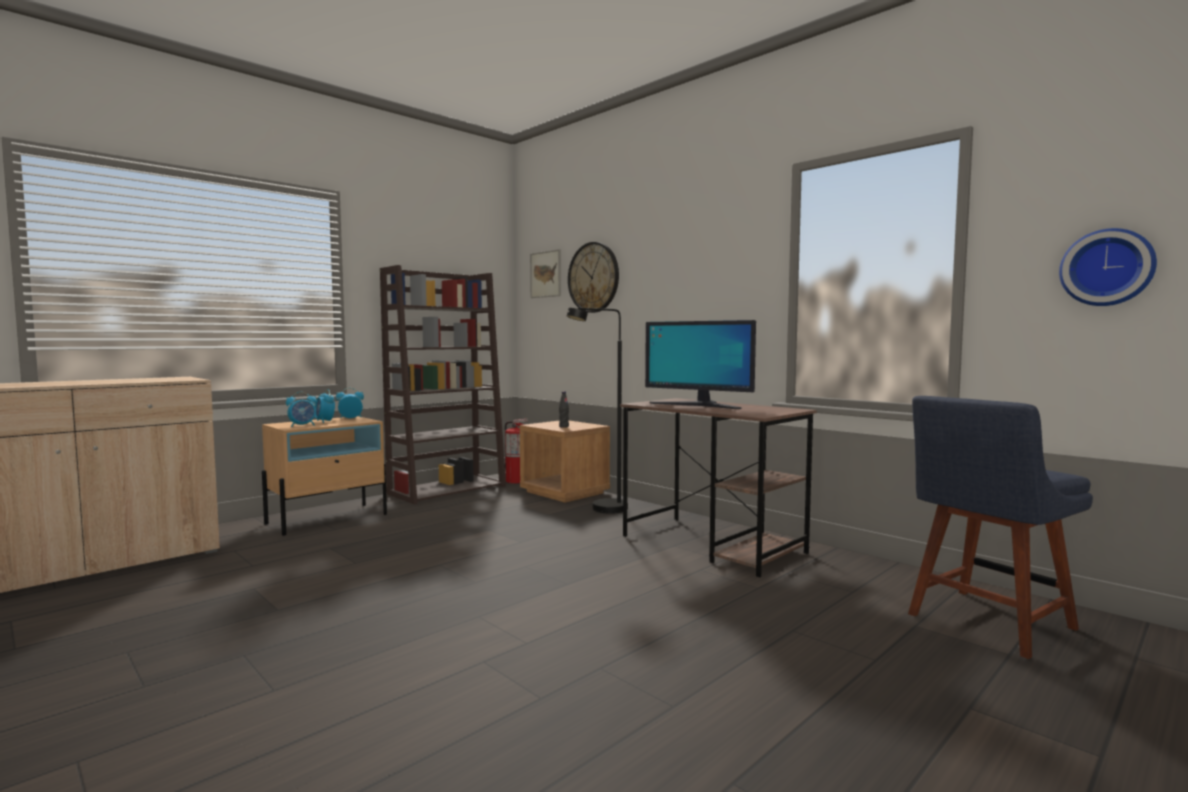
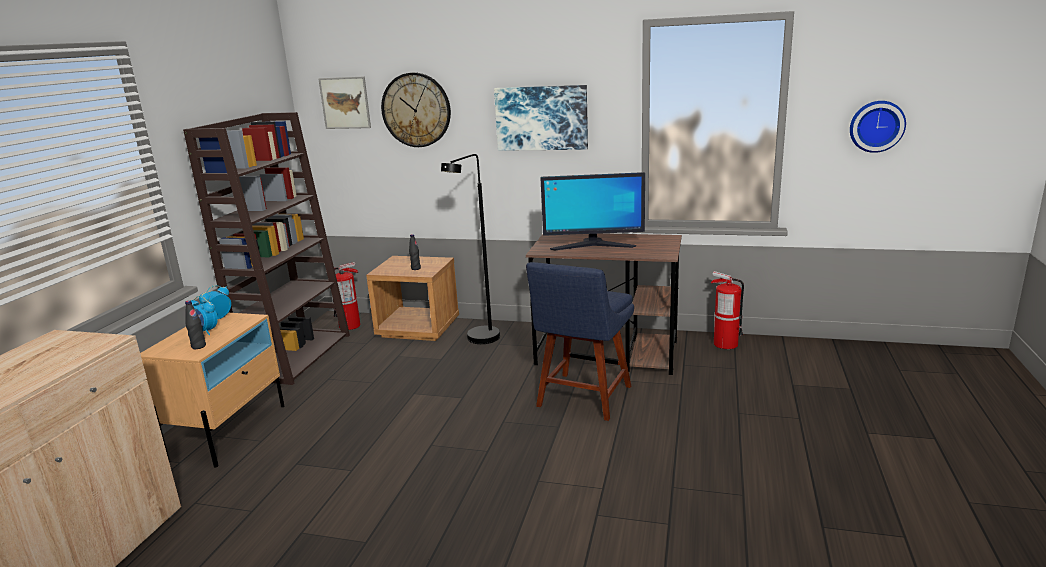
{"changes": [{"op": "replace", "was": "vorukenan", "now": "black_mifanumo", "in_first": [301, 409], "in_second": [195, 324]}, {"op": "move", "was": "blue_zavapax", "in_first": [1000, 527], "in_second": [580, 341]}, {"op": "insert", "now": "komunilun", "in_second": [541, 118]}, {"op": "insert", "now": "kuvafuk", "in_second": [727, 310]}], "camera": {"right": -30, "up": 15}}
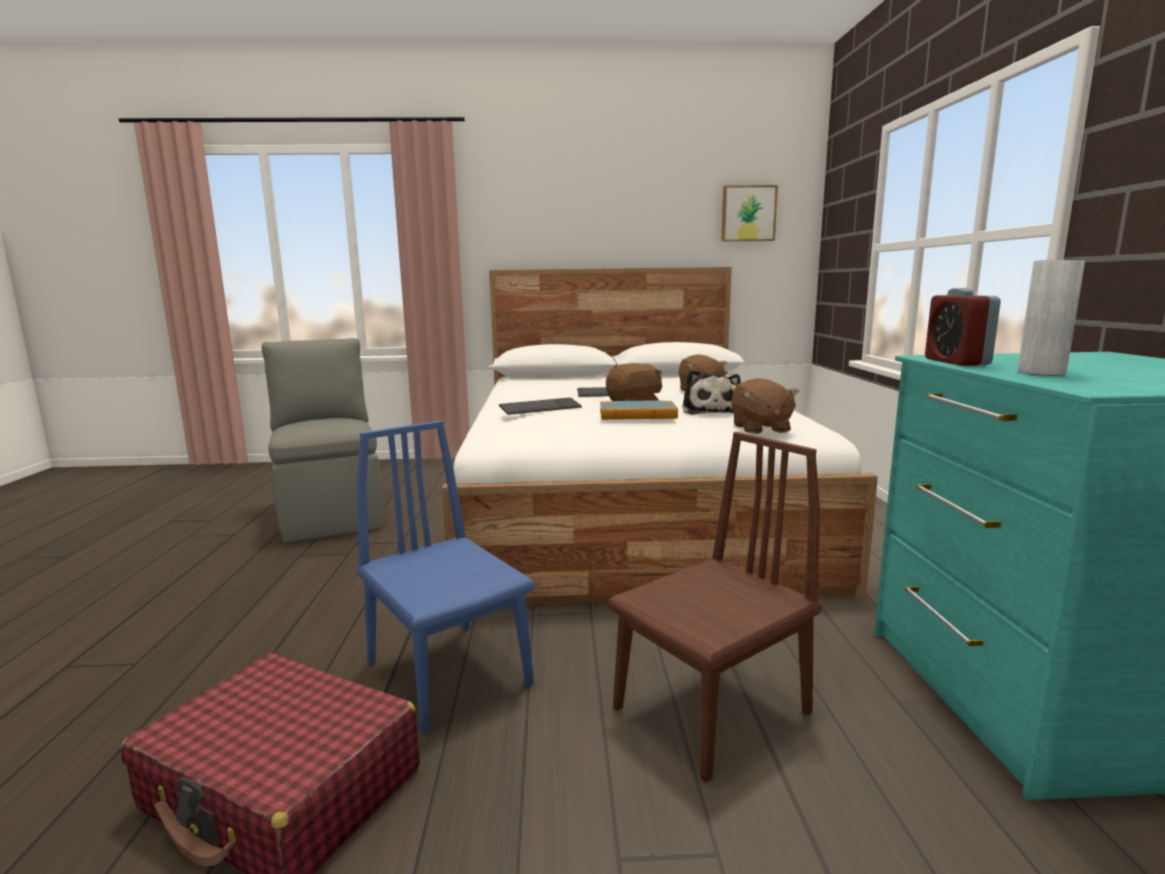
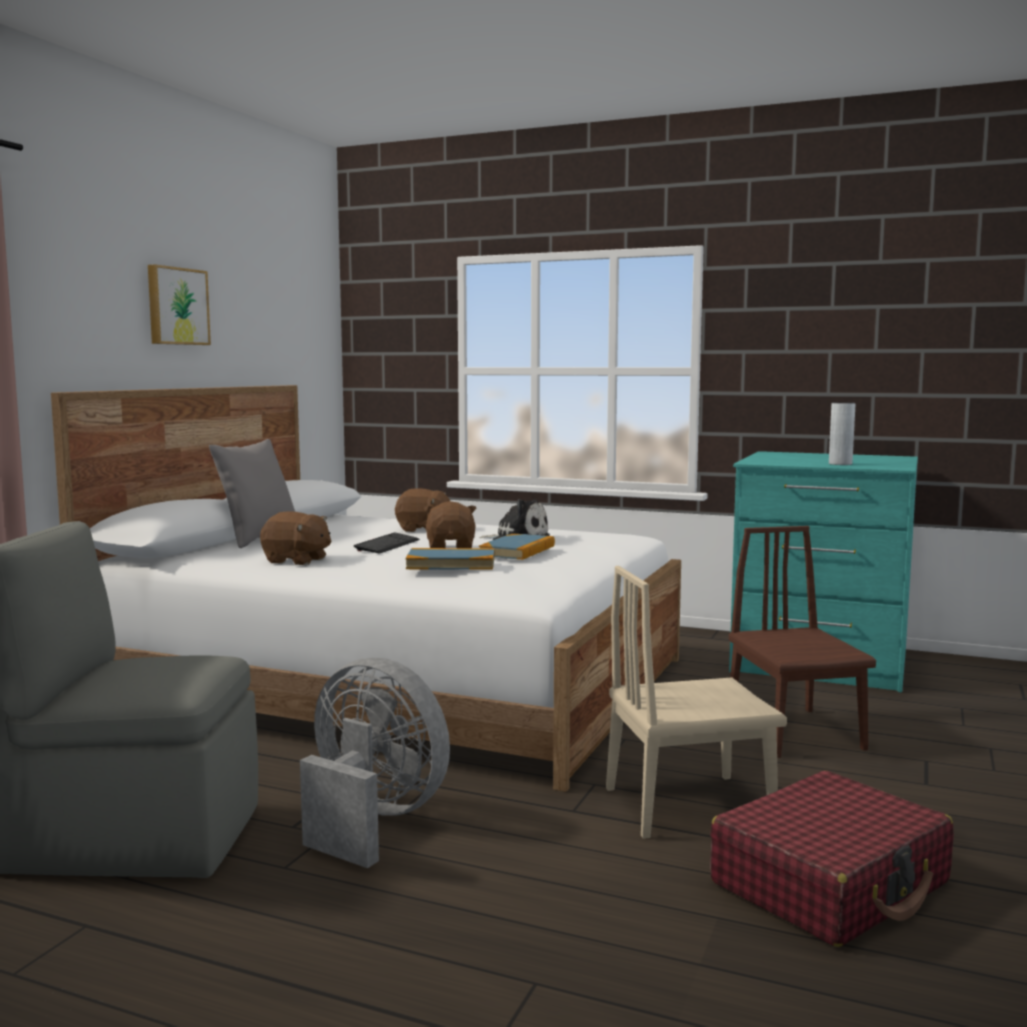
{"changes": [{"op": "move", "was": "komunilun", "in_first": [749, 213], "in_second": [179, 304]}, {"op": "delete", "was": "vorukenan", "in_first": [963, 327]}, {"op": "move", "was": "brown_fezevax", "in_first": [765, 406], "in_second": [295, 538]}, {"op": "replace", "was": "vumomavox", "now": "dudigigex", "in_first": [540, 406], "in_second": [450, 559]}, {"op": "recolor", "was": "blue_zavapax", "now": "beige_zavapax", "in_first": [445, 577], "in_second": [696, 702]}, {"op": "insert", "now": "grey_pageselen", "in_second": [252, 493]}, {"op": "insert", "now": "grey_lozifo", "in_second": [375, 763]}], "camera": {"right": -65, "up": -5}}
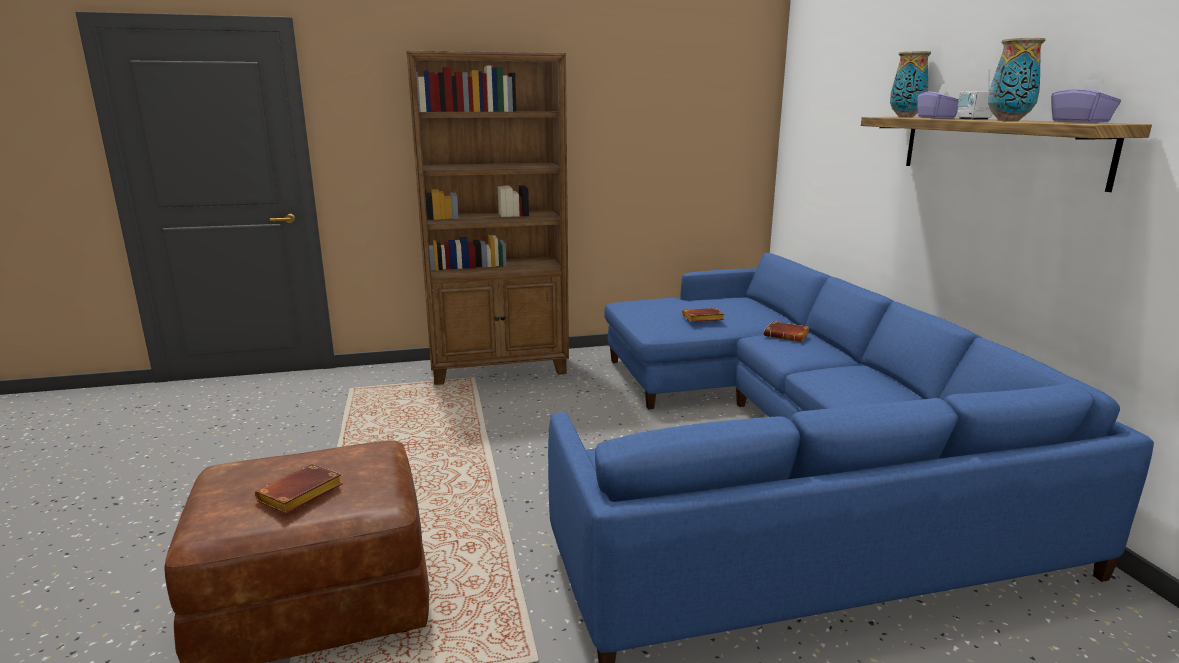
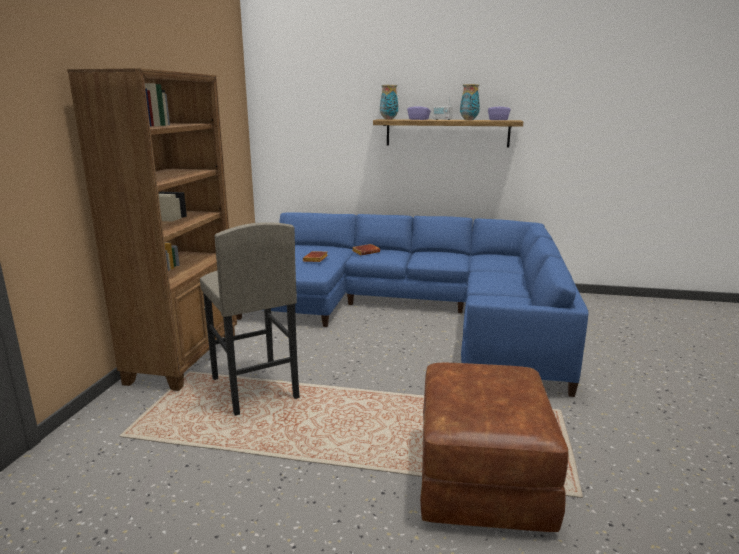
{"changes": [{"op": "delete", "was": "brown_dudigigex", "in_first": [299, 489]}, {"op": "insert", "now": "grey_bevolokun", "in_second": [250, 319]}], "camera": {"right": -65, "up": 0}}
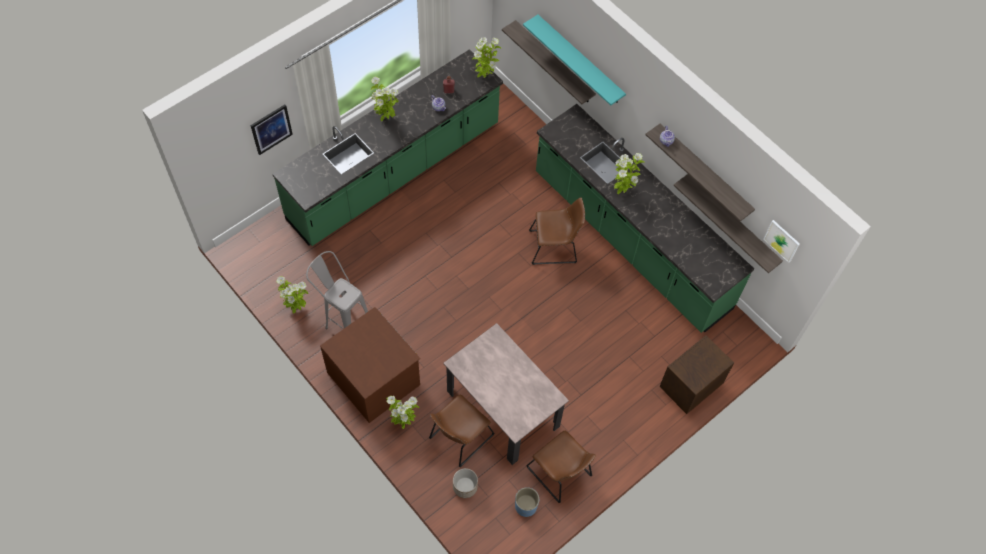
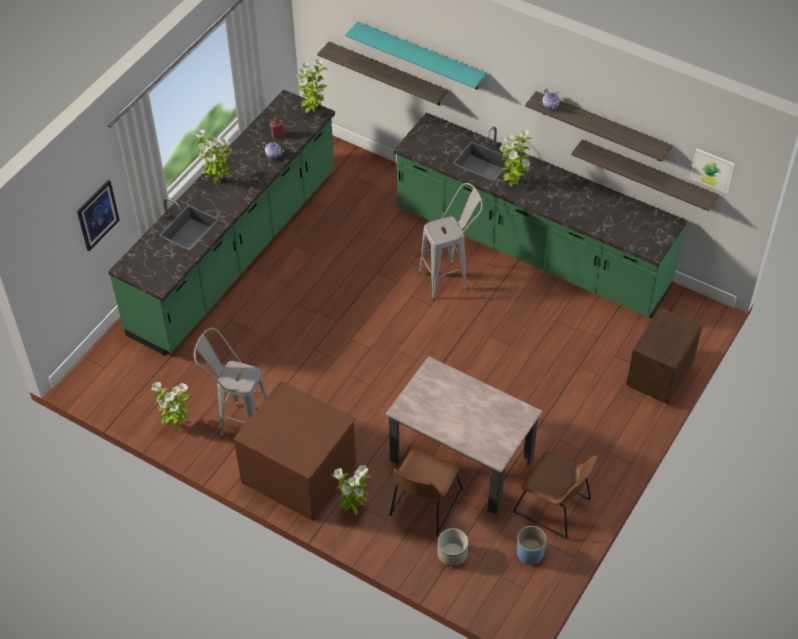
{"changes": [{"op": "replace", "was": "brown_zavapax", "now": "grey_bevolokun", "in_first": [557, 231], "in_second": [450, 241]}], "camera": {"right": -15, "up": -10}}
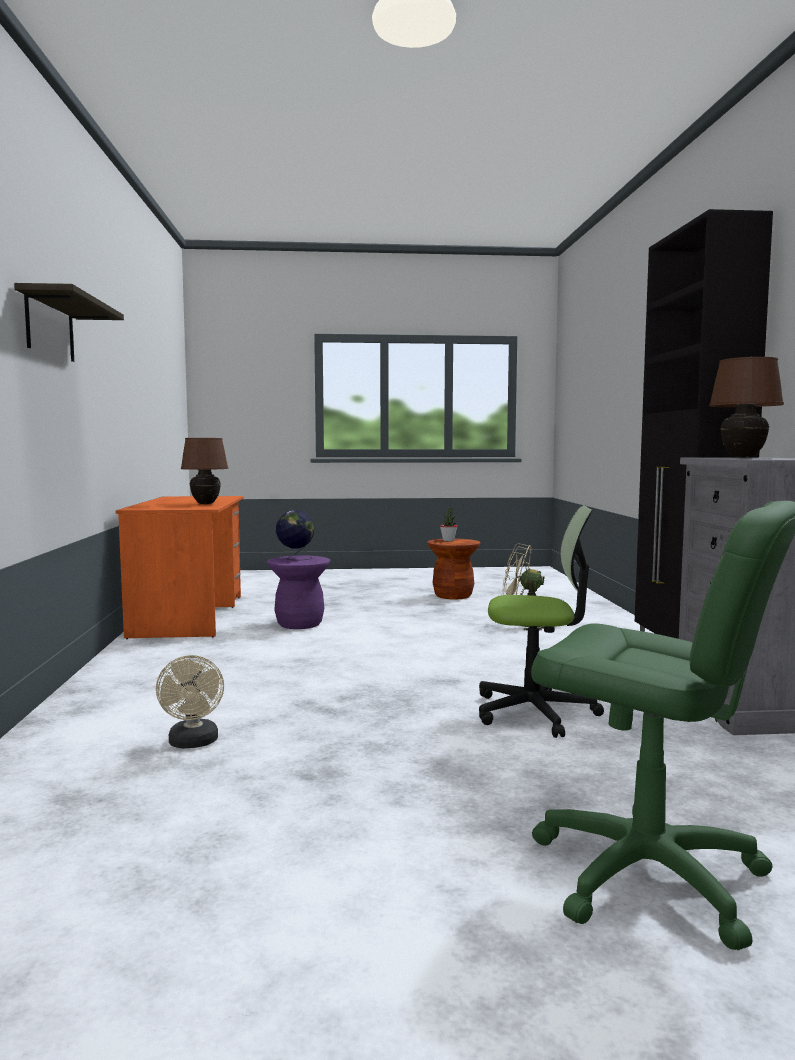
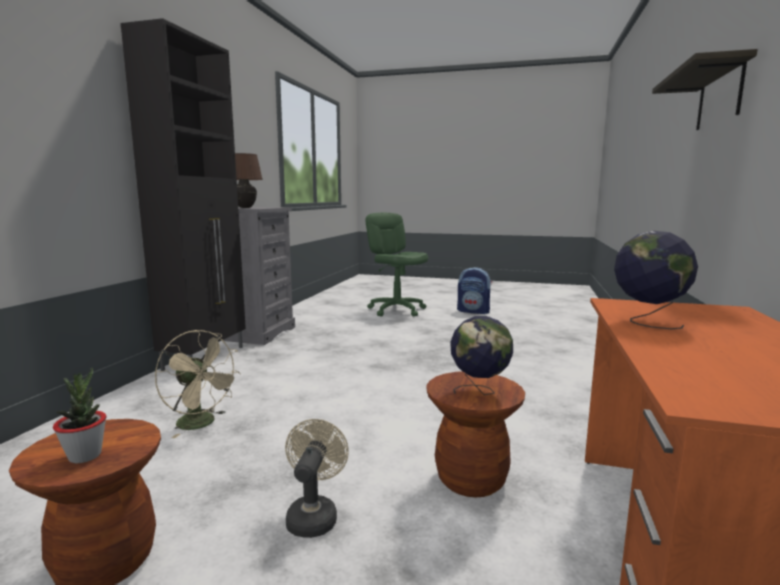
{"changes": [{"op": "replace", "was": "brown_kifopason", "now": "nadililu", "in_first": [204, 471], "in_second": [656, 280]}, {"op": "delete", "was": "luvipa", "in_first": [541, 621]}, {"op": "recolor", "was": "purple_bevolokun", "now": "brown_bevolokun", "in_first": [298, 592], "in_second": [475, 434]}, {"op": "move", "was": "beige_lozifo", "in_first": [190, 701], "in_second": [317, 478]}, {"op": "insert", "now": "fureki", "in_second": [474, 290]}], "camera": {"right": -160, "up": 5}}
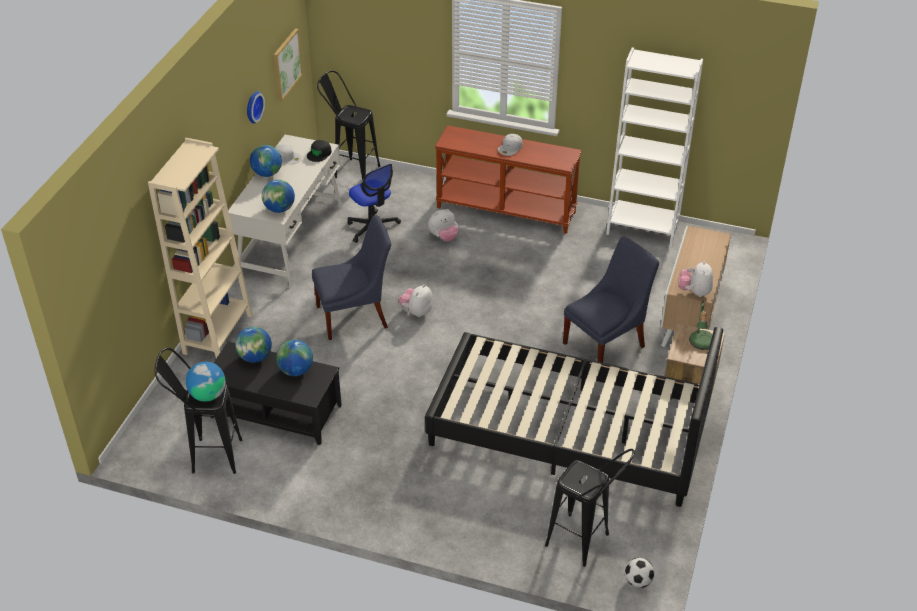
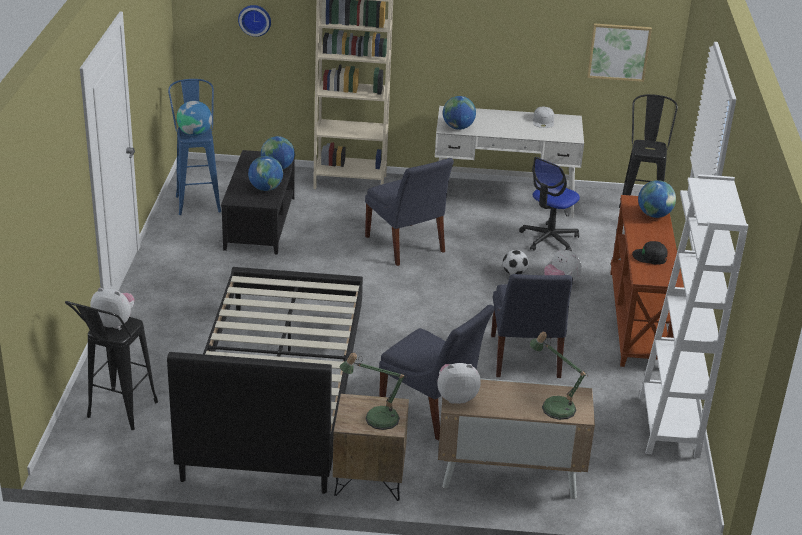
{"changes": [{"op": "move", "was": "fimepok", "in_first": [256, 107], "in_second": [254, 21]}, {"op": "delete", "was": "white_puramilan", "in_first": [510, 145]}, {"op": "move", "was": "black_puramilan", "in_first": [319, 151], "in_second": [650, 253]}, {"op": "move", "was": "nadililu", "in_first": [266, 161], "in_second": [657, 199]}, {"op": "move", "was": "fezevax", "in_first": [416, 301], "in_second": [112, 308]}, {"op": "recolor", "was": "black_bevolokun", "now": "blue_bevolokun", "in_first": [198, 411], "in_second": [194, 147]}, {"op": "move", "was": "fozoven", "in_first": [640, 573], "in_second": [515, 262]}, {"op": "insert", "now": "blue_zavapax", "in_second": [532, 326]}, {"op": "insert", "now": "kifopason", "in_second": [559, 376]}], "camera": {"right": 75, "up": -10}}
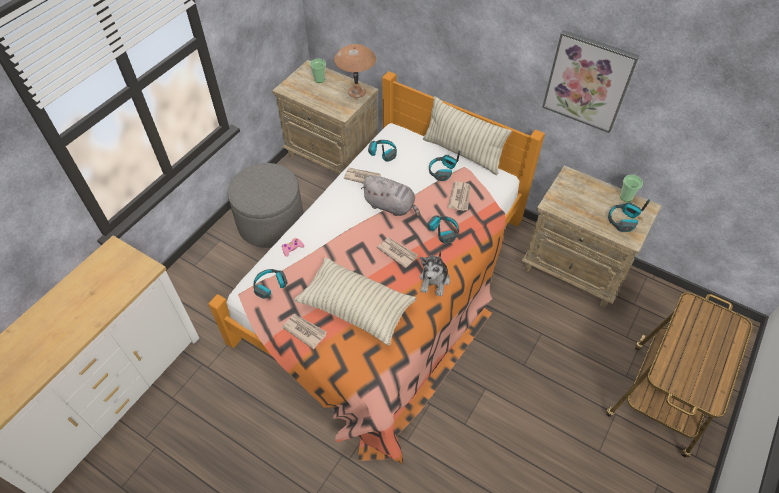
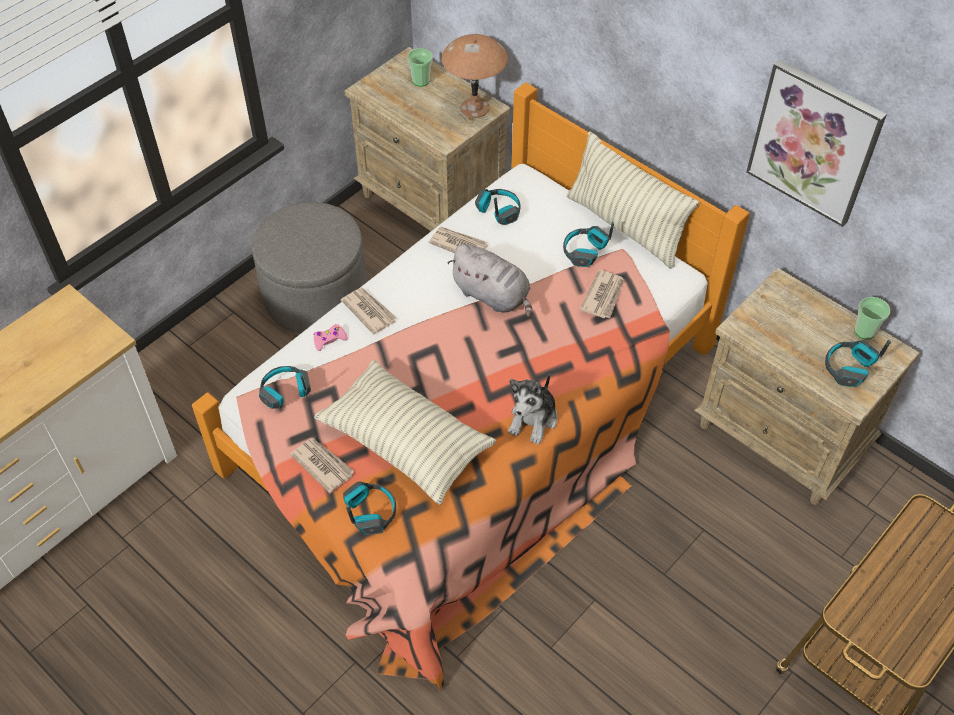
{"changes": [{"op": "move", "was": "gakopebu", "in_first": [443, 229], "in_second": [369, 508]}, {"op": "move", "was": "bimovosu", "in_first": [397, 252], "in_second": [369, 311]}], "camera": {"right": 10, "up": 0}}
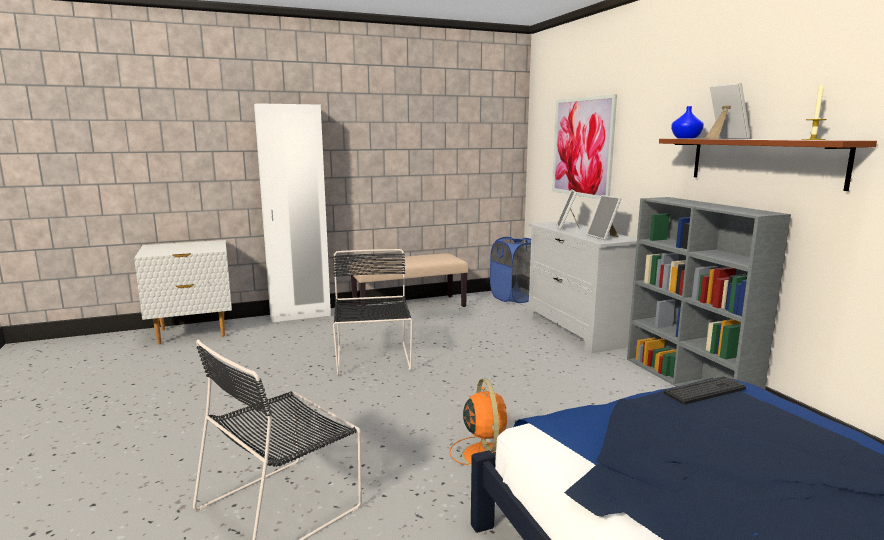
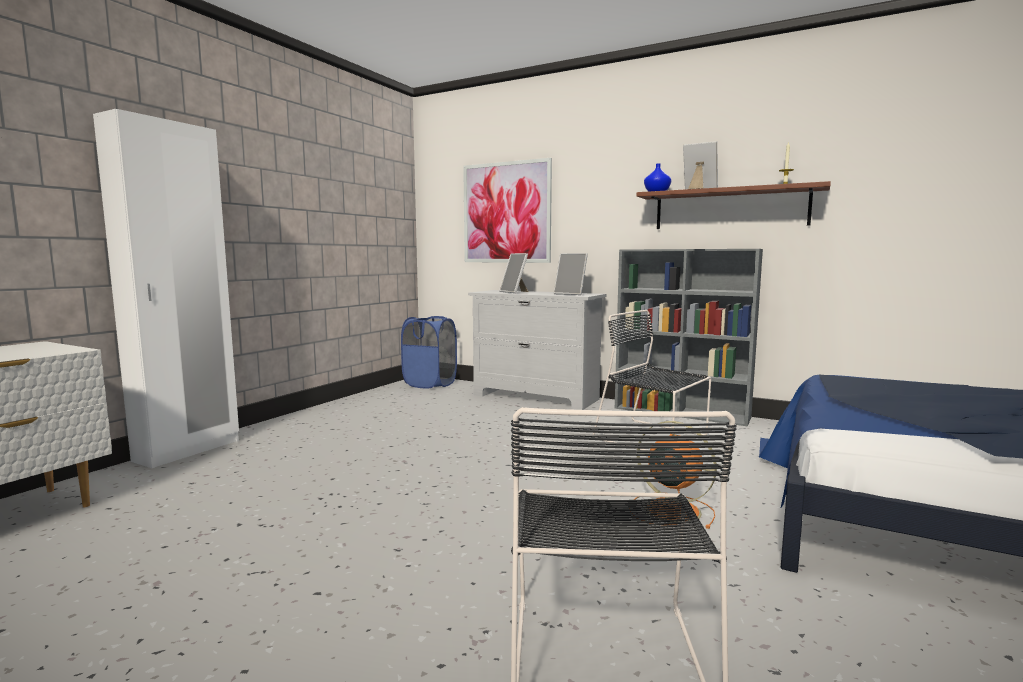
{"changes": [{"op": "move", "was": "black_zavapax", "in_first": [373, 312], "in_second": [652, 380]}, {"op": "delete", "was": "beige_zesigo", "in_first": [409, 280]}, {"op": "delete", "was": "vumomavox", "in_first": [705, 391]}], "camera": {"right": -40, "up": -5}}
